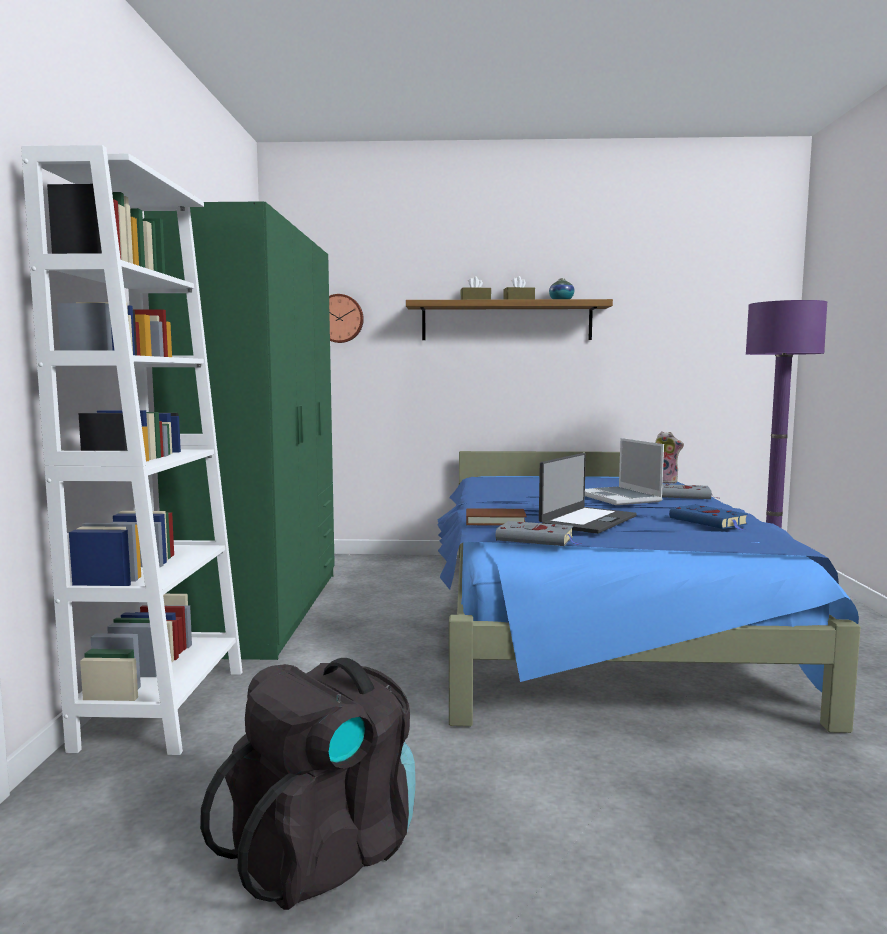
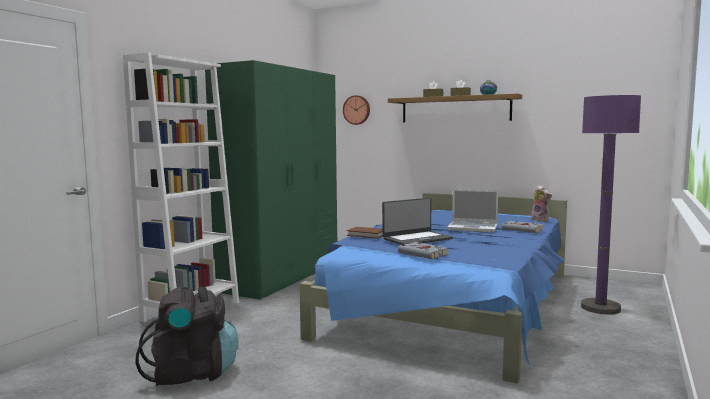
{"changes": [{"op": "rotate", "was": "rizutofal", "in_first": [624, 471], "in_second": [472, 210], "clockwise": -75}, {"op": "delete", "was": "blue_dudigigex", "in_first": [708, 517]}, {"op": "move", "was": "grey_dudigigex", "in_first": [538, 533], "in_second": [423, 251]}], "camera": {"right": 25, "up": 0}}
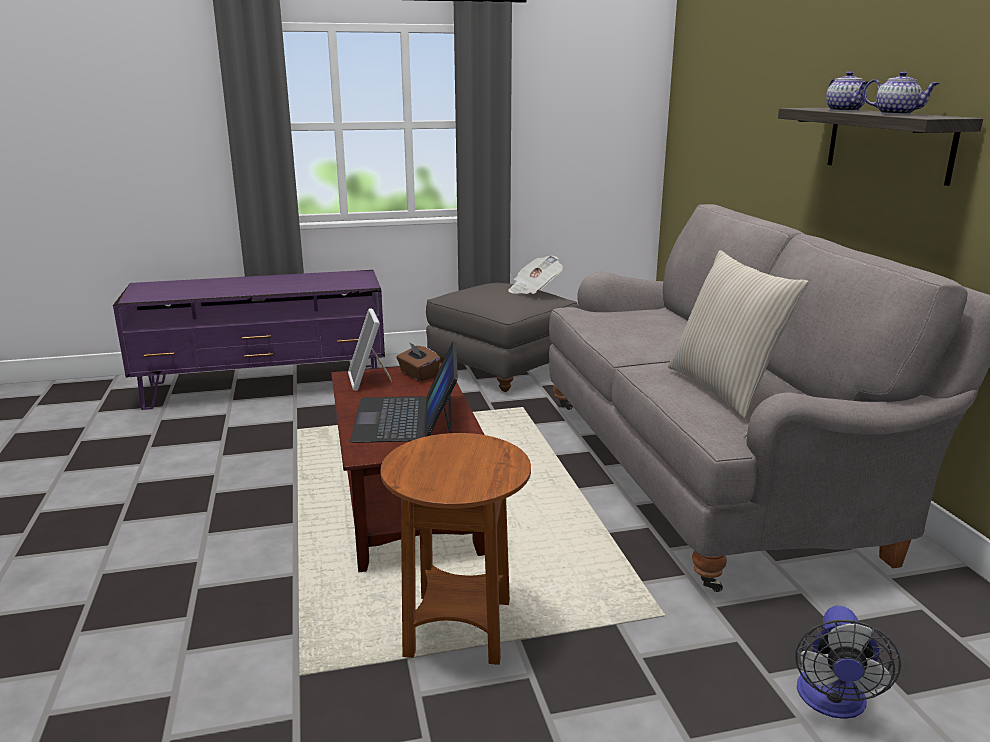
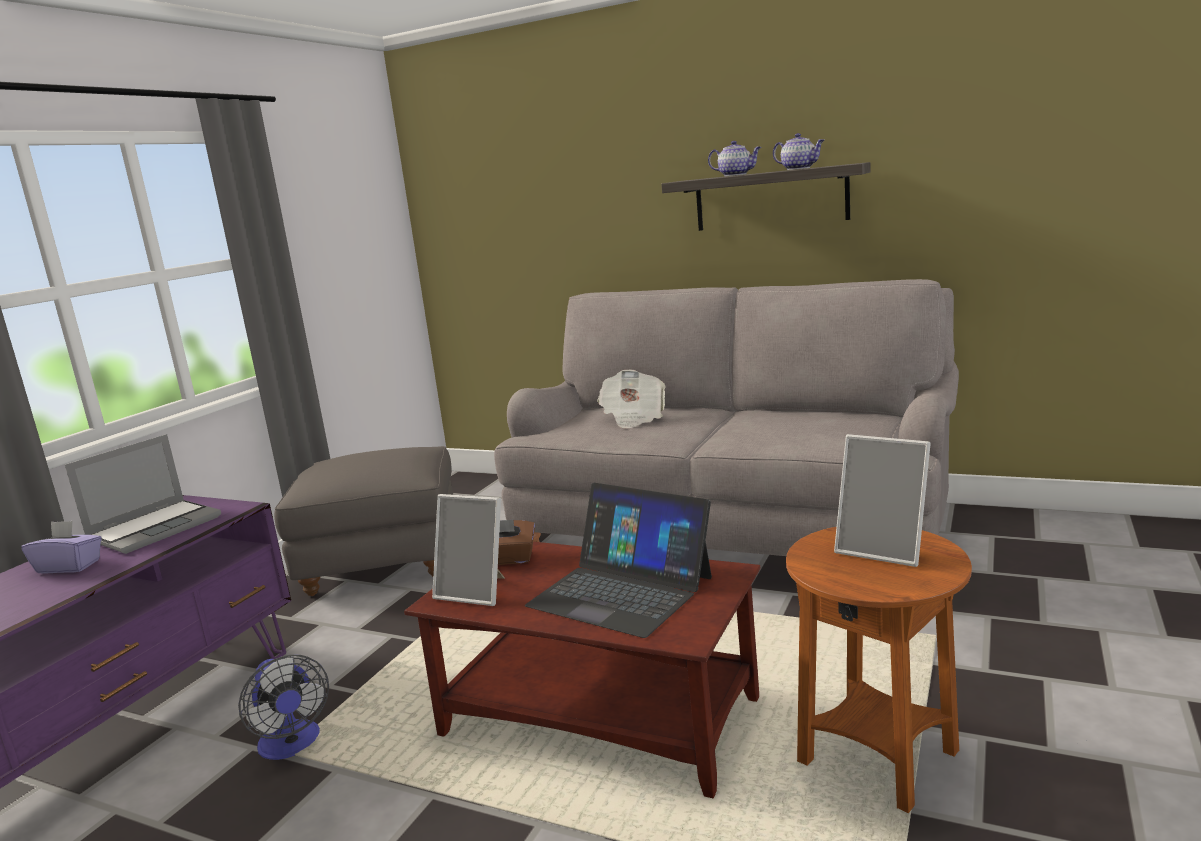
{"changes": [{"op": "rotate", "was": "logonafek", "in_first": [901, 93], "in_second": [798, 151], "clockwise": 60}, {"op": "delete", "was": "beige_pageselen", "in_first": [738, 334]}, {"op": "move", "was": "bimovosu", "in_first": [535, 275], "in_second": [631, 398]}, {"op": "move", "was": "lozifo", "in_first": [848, 662], "in_second": [283, 707]}, {"op": "insert", "now": "rizutofal", "in_second": [143, 494]}, {"op": "insert", "now": "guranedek", "in_second": [882, 500]}, {"op": "insert", "now": "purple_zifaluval", "in_second": [61, 547]}], "camera": {"right": -50, "up": -5}}
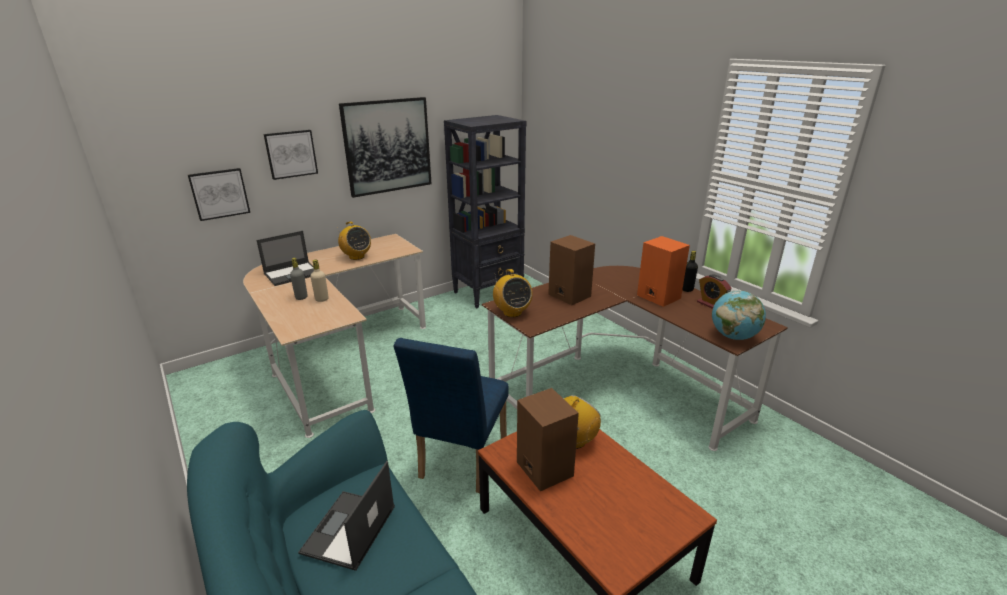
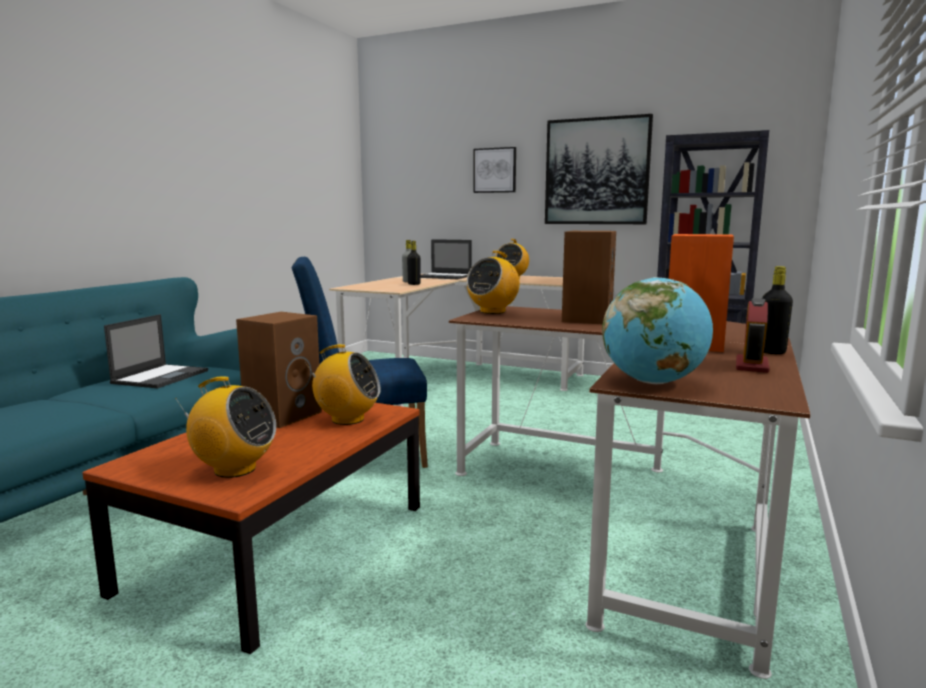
{"changes": [{"op": "delete", "was": "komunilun", "in_first": [219, 194]}, {"op": "recolor", "was": "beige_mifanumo", "now": "black_mifanumo", "in_first": [319, 281], "in_second": [413, 263]}, {"op": "rotate", "was": "rizutofal", "in_first": [346, 516], "in_second": [156, 351], "clockwise": 120}, {"op": "insert", "now": "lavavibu", "in_second": [225, 427]}], "camera": {"right": 60, "up": -15}}
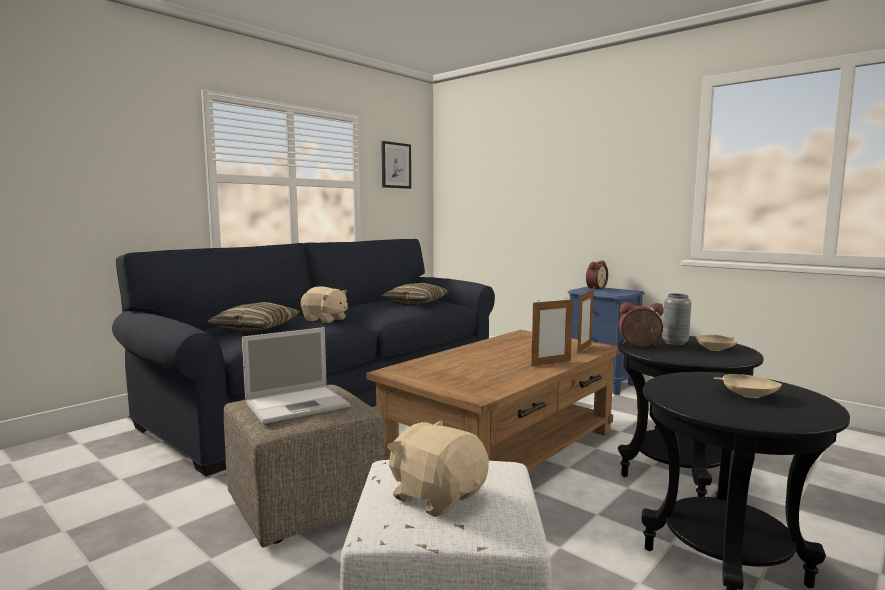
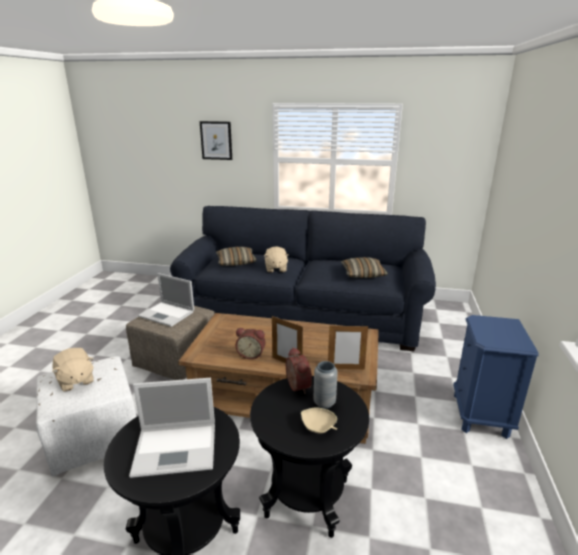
{"changes": [{"op": "move", "was": "komunilun", "in_first": [396, 165], "in_second": [216, 140]}, {"op": "move", "was": "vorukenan", "in_first": [597, 275], "in_second": [251, 343]}, {"op": "replace", "was": "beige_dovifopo", "now": "rizutofal", "in_first": [748, 386], "in_second": [172, 428]}, {"op": "rotate", "was": "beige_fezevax", "in_first": [438, 468], "in_second": [73, 370], "clockwise": 135}], "camera": {"right": 60, "up": 15}}
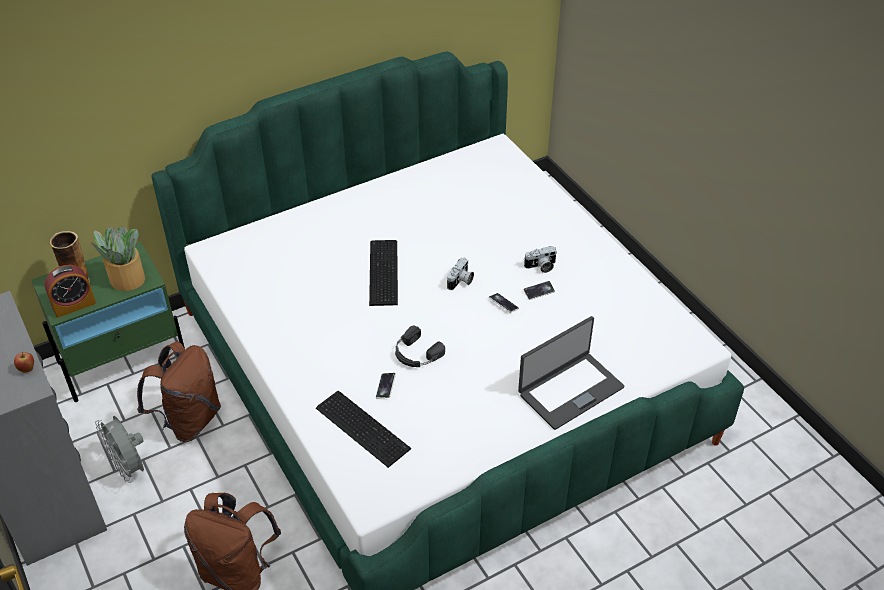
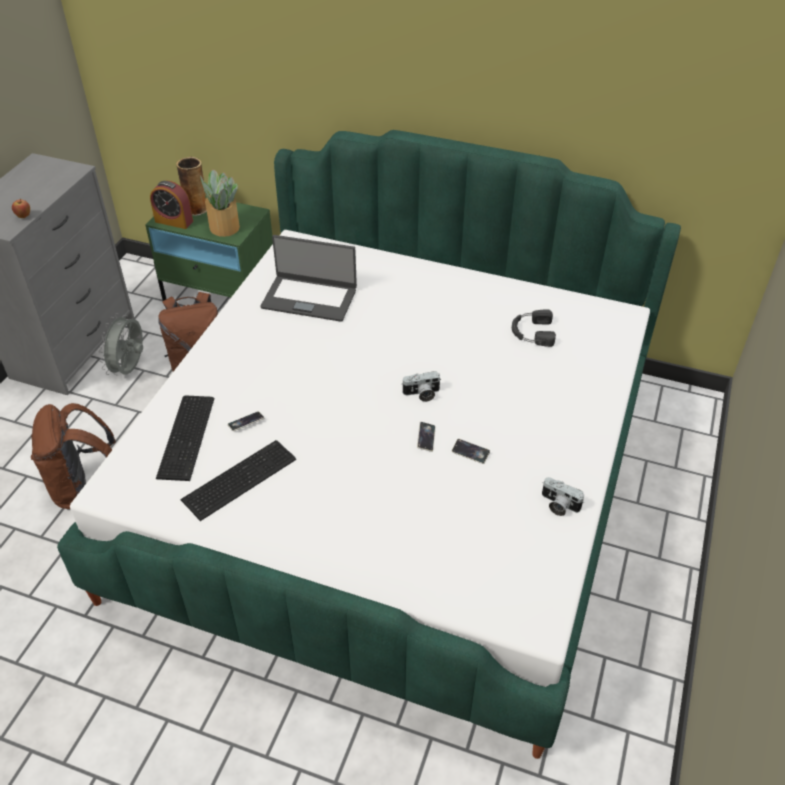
{"changes": [{"op": "move", "was": "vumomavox", "in_first": [383, 273], "in_second": [238, 480]}, {"op": "move", "was": "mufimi", "in_first": [540, 259], "in_second": [563, 496]}, {"op": "move", "was": "rizutofal", "in_first": [571, 373], "in_second": [309, 278]}, {"op": "move", "was": "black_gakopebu", "in_first": [420, 346], "in_second": [534, 328]}], "camera": {"right": 50, "up": 0}}
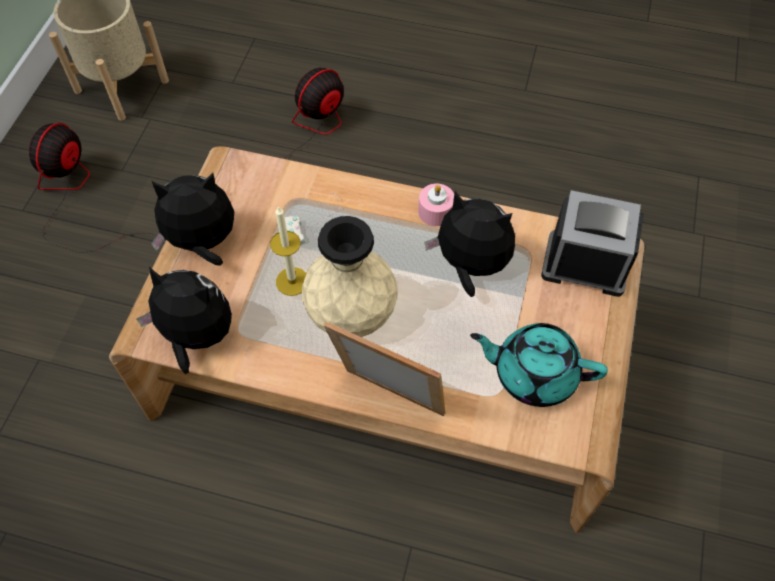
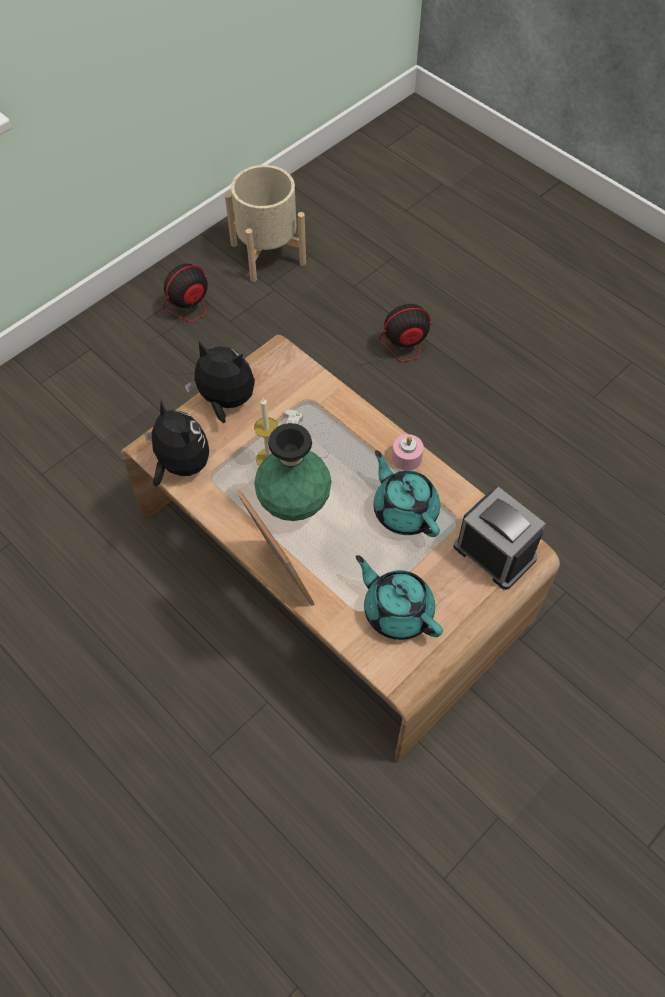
{"changes": [{"op": "replace", "was": "fezevax", "now": "turquoise_logonafek", "in_first": [469, 244], "in_second": [407, 493]}, {"op": "recolor", "was": "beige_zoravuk", "now": "green_zoravuk", "in_first": [350, 276], "in_second": [293, 472]}], "camera": {"right": 30, "up": 0}}
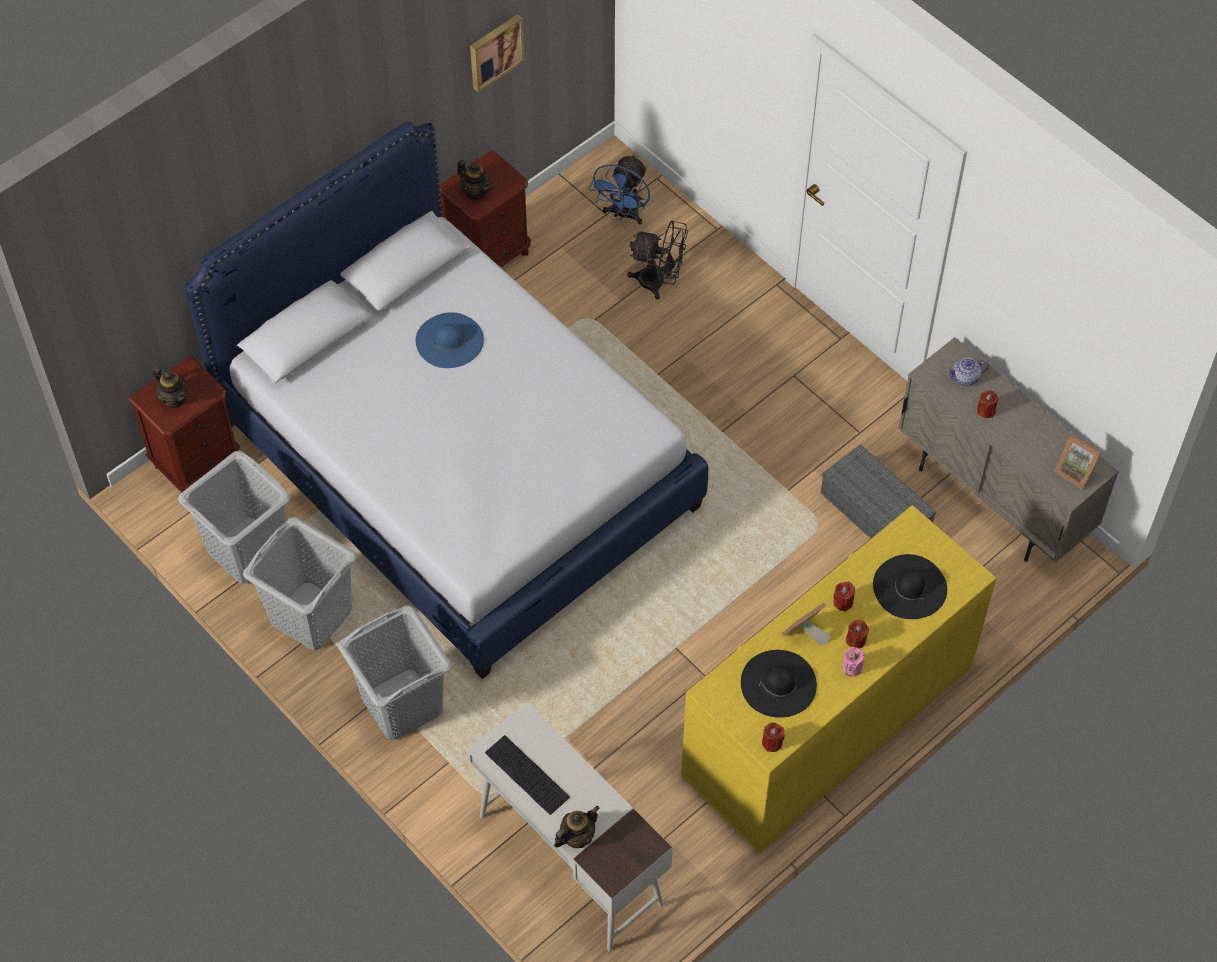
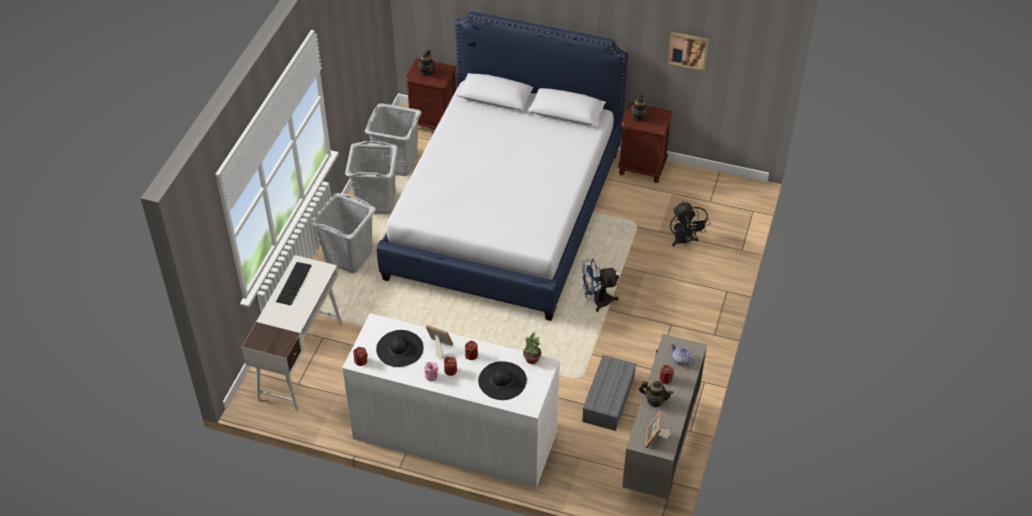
{"changes": [{"op": "move", "was": "blue_lozifo", "in_first": [619, 189], "in_second": [600, 285]}, {"op": "delete", "was": "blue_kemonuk", "in_first": [450, 340]}, {"op": "recolor", "was": "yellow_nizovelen", "now": "white_nizovelen", "in_first": [838, 679], "in_second": [451, 400]}, {"op": "move", "was": "logonafek", "in_first": [577, 827], "in_second": [656, 394]}, {"op": "insert", "now": "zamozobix", "in_second": [532, 348]}], "camera": {"right": 60, "up": -10}}
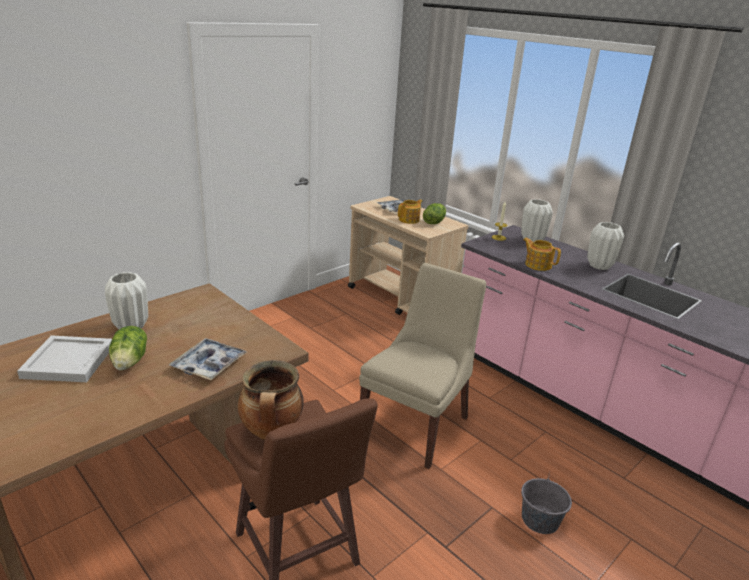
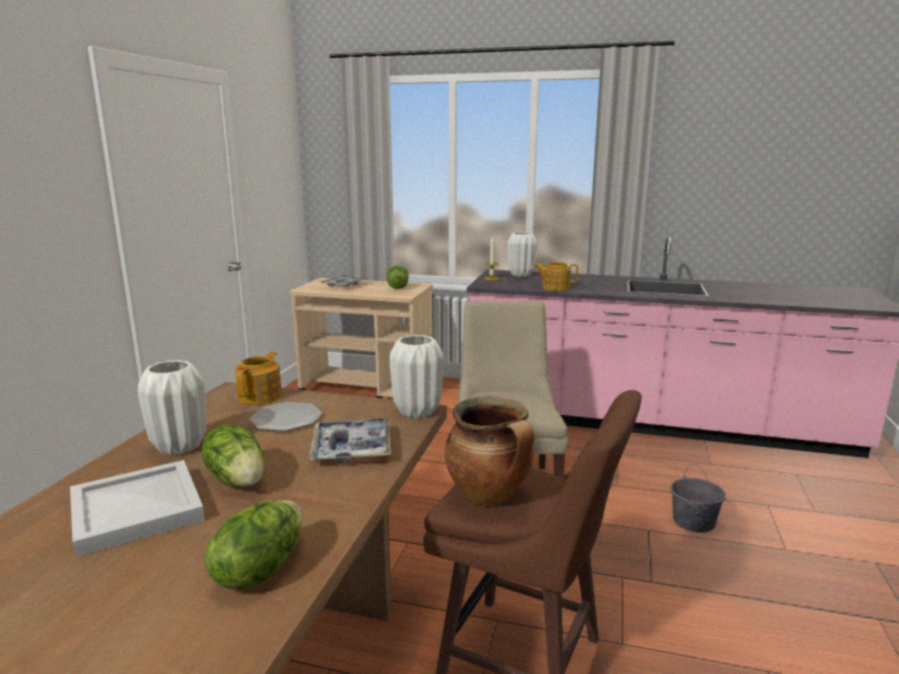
{"changes": [{"op": "move", "was": "logonafek", "in_first": [410, 211], "in_second": [258, 378]}, {"op": "move", "was": "white_zoravuk", "in_first": [605, 246], "in_second": [416, 376]}, {"op": "insert", "now": "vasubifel", "in_second": [285, 417]}, {"op": "insert", "now": "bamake", "in_second": [253, 544]}], "camera": {"right": -30, "up": -10}}
